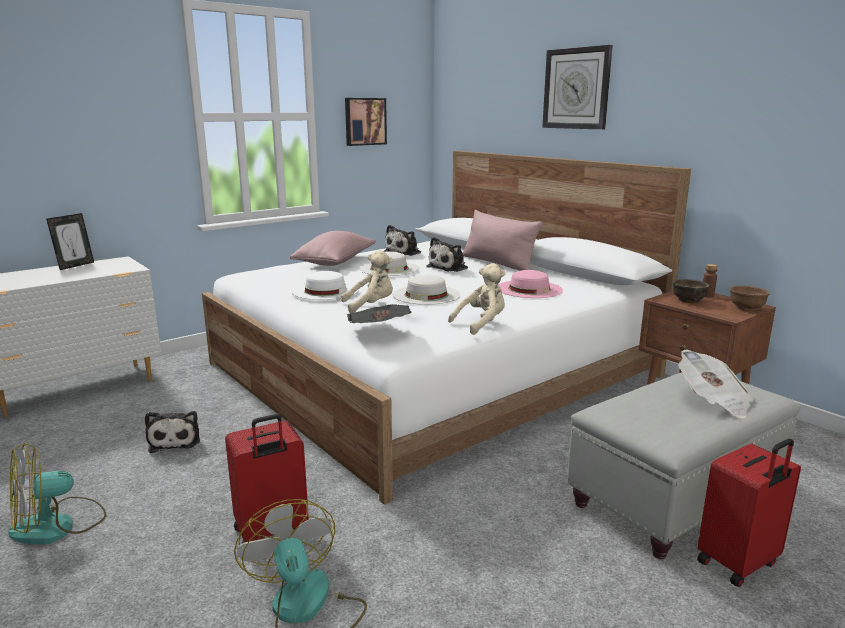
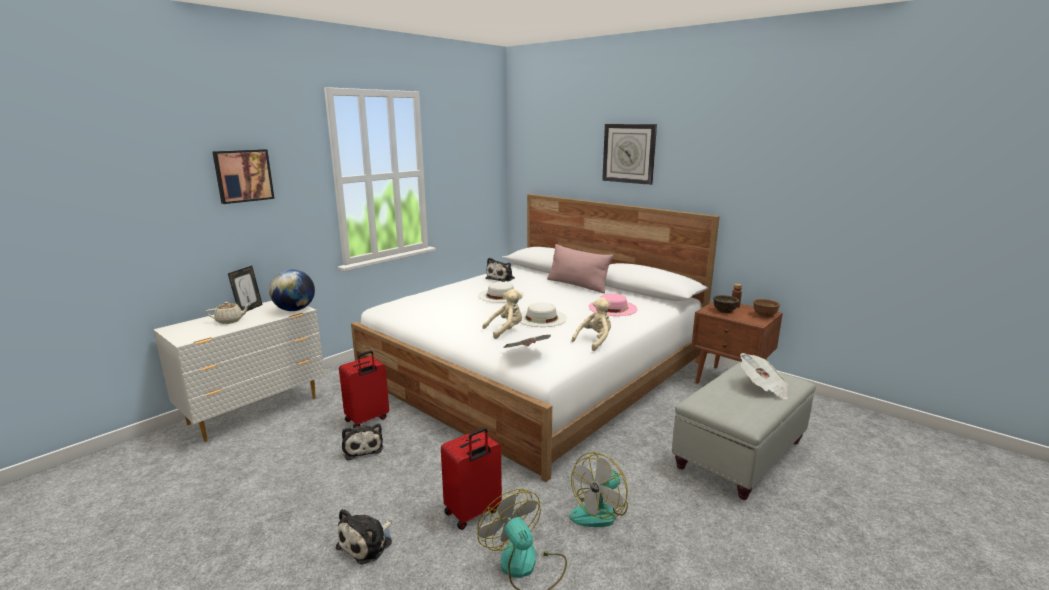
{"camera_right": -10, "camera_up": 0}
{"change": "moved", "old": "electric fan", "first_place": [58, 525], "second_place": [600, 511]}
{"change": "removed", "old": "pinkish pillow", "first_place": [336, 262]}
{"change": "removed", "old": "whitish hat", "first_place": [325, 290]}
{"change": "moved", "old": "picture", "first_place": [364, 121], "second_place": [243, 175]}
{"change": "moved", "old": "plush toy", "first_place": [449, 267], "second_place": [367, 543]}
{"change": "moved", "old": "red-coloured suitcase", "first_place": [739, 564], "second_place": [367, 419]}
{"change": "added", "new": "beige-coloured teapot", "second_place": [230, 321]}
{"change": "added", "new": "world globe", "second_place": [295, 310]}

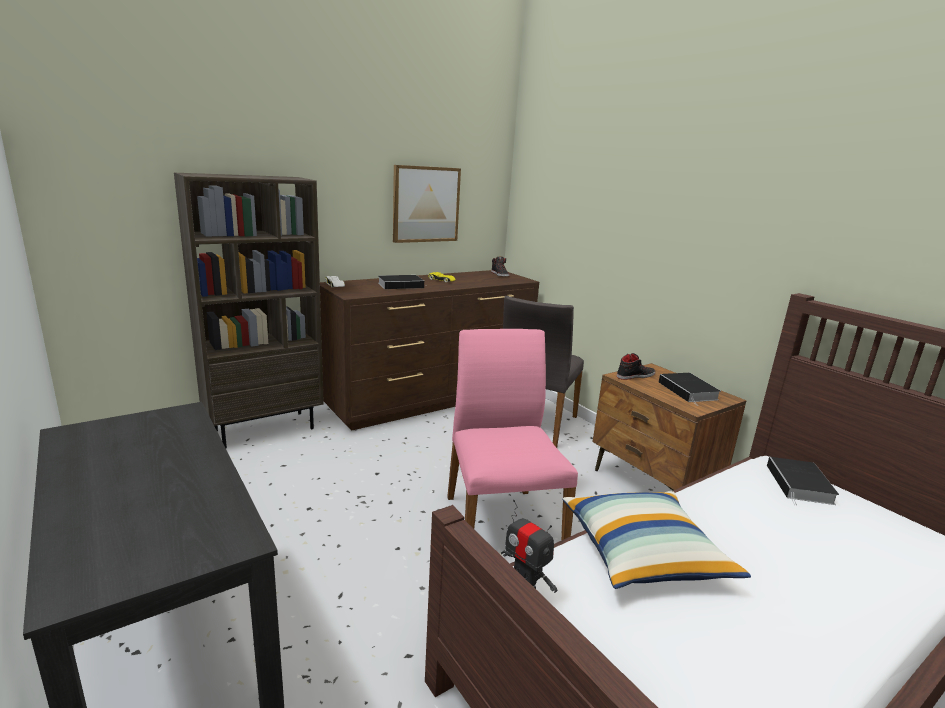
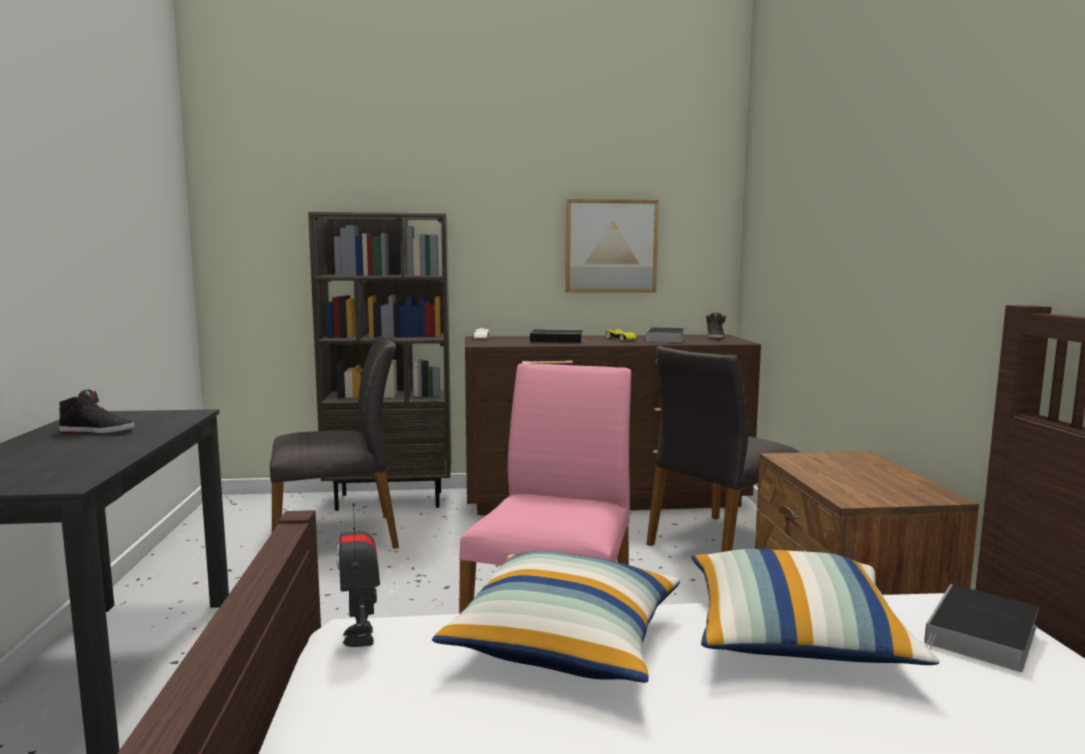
{"camera_right": 30, "camera_up": -10}
{"change": "moved", "old": "black item of footwear", "first_place": [635, 376], "second_place": [98, 431]}
{"change": "moved", "old": "book", "first_place": [689, 391], "second_place": [665, 339]}
{"change": "added", "new": "gray chair", "second_place": [337, 537]}
{"change": "added", "new": "pillow", "second_place": [794, 636]}

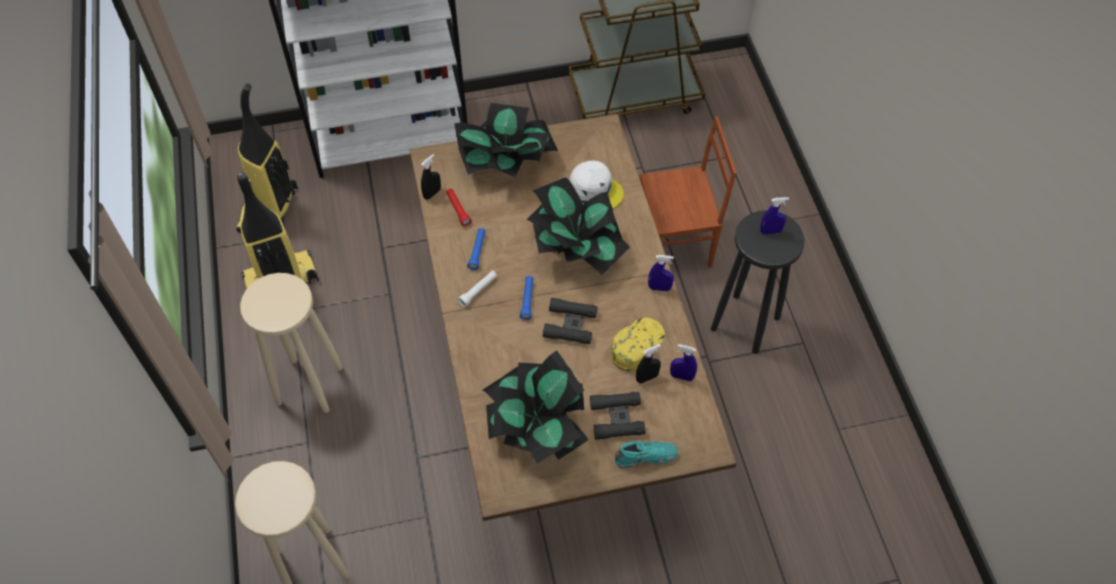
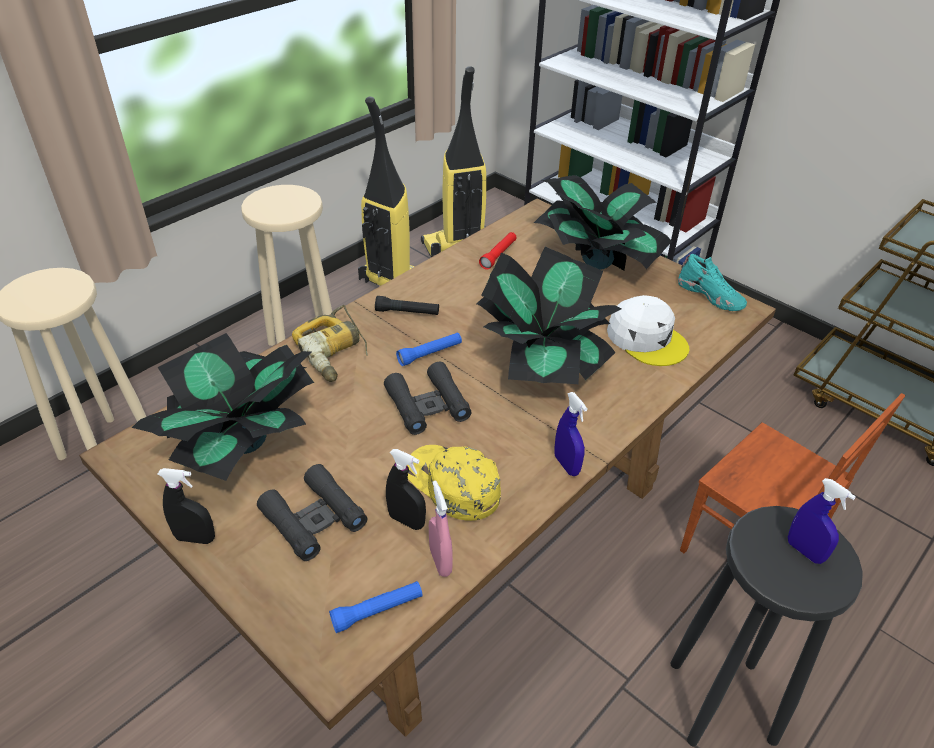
{"camera_right": 55, "camera_up": -15}
{"change": "moved", "old": "black spray bottle", "first_place": [432, 193], "second_place": [195, 538]}
{"change": "recoloured", "old": "whitish flashlight", "new": "black flashlight", "first_place": [478, 291], "second_place": [407, 312]}
{"change": "moved", "old": "blue flashlight", "first_place": [477, 251], "second_place": [377, 611]}
{"change": "turned", "old": "whitish baseball cap", "first_place": [595, 189], "second_place": [647, 339], "degrees": -45}
{"change": "turned", "old": "yellow-coloured baseball cap", "first_place": [636, 345], "second_place": [451, 484], "degrees": -135}
{"change": "moved", "old": "turquoise item of footwear", "first_place": [645, 456], "second_place": [711, 295]}
{"change": "recoloured", "old": "blue spray bottle", "new": "pinkish spray bottle", "first_place": [681, 376], "second_place": [440, 561]}
{"change": "added", "new": "drill", "second_place": [335, 351]}

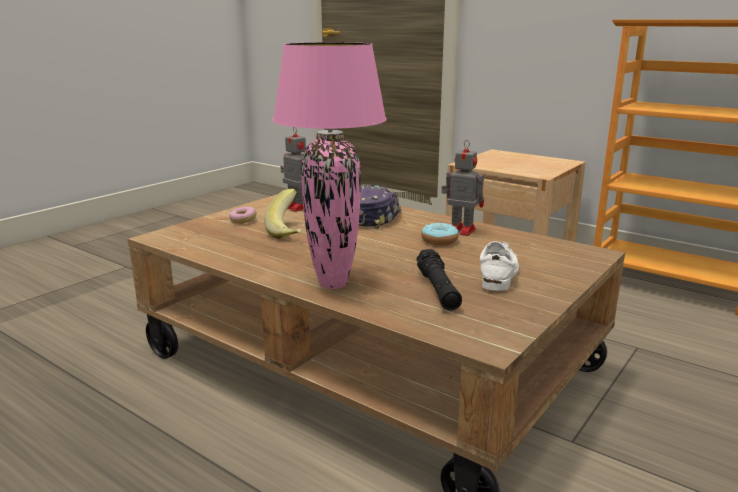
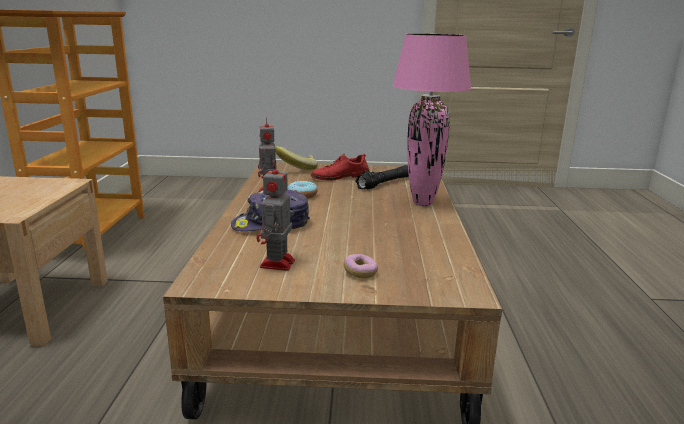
{"camera_right": -125, "camera_up": 0}
{"change": "moved", "old": "banana fruit", "first_place": [290, 231], "second_place": [297, 169]}
{"change": "recoloured", "old": "whitish item of footwear", "new": "red-coloured item of footwear", "first_place": [498, 274], "second_place": [340, 177]}

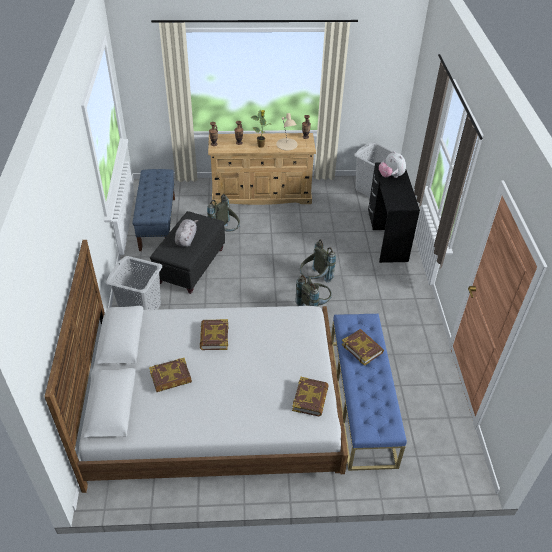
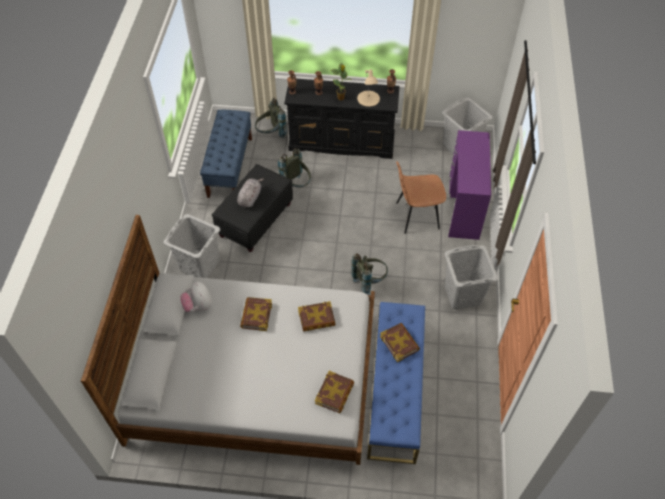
{"camera_right": 10, "camera_up": 10}
{"change": "moved", "old": "book", "first_place": [171, 377], "second_place": [316, 318]}
{"change": "recoloured", "old": "beige-coloured chest of drawers", "new": "black chest of drawers", "first_place": [262, 194], "second_place": [342, 142]}
{"change": "moved", "old": "gray knapsack", "first_place": [315, 279], "second_place": [271, 134]}
{"change": "recoloured", "old": "black desk unit", "new": "purplish desk unit", "first_place": [387, 236], "second_place": [464, 207]}
{"change": "moved", "old": "plush toy", "first_place": [390, 176], "second_place": [198, 305]}
{"change": "added", "new": "brown-coloured chair", "second_place": [416, 216]}
{"change": "added", "new": "gray laundry basket", "second_place": [463, 295]}

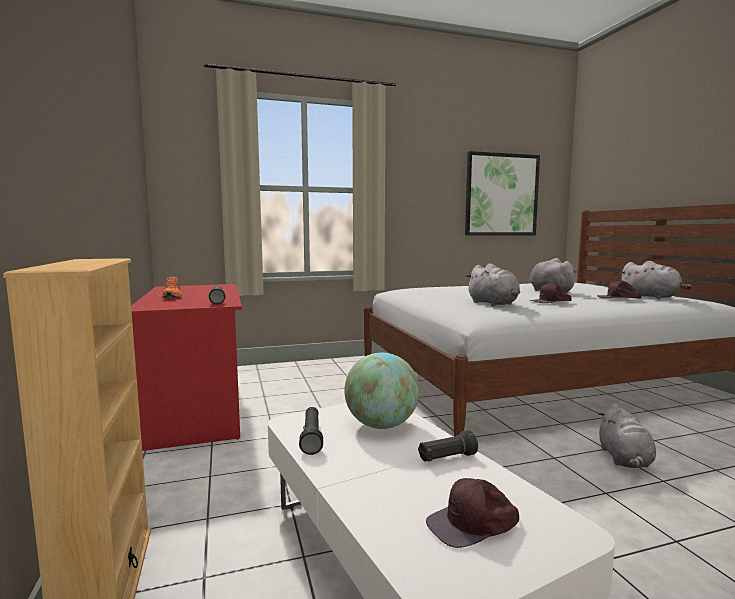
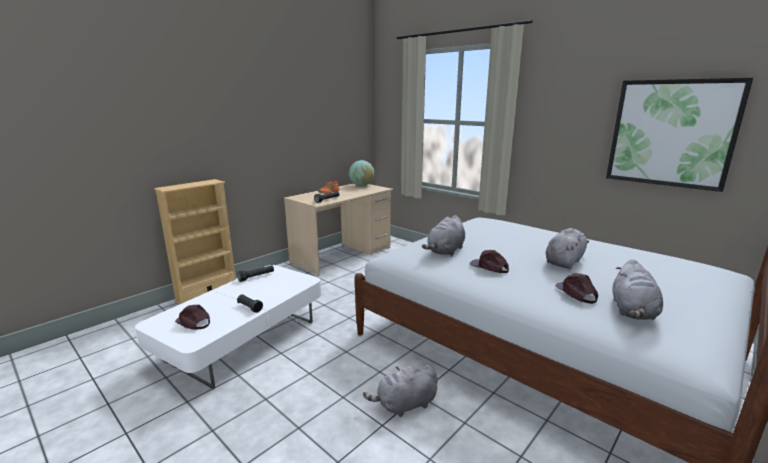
{"camera_right": 60, "camera_up": 10}
{"change": "recoloured", "old": "red-coloured desk unit", "new": "beige-coloured desk unit", "first_place": [196, 408], "second_place": [342, 255]}
{"change": "moved", "old": "world globe", "first_place": [381, 425], "second_place": [361, 186]}

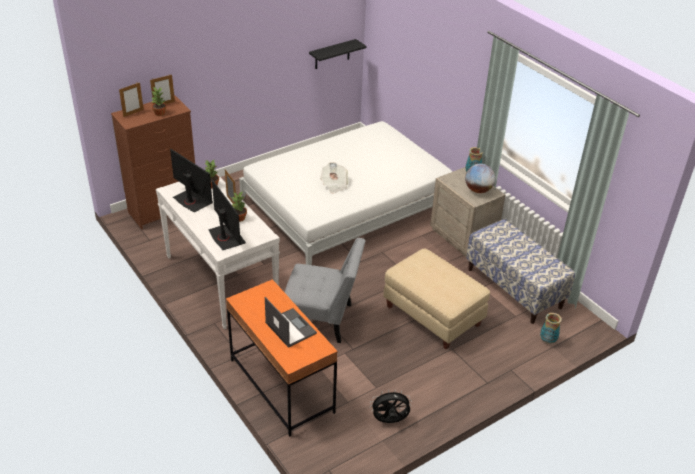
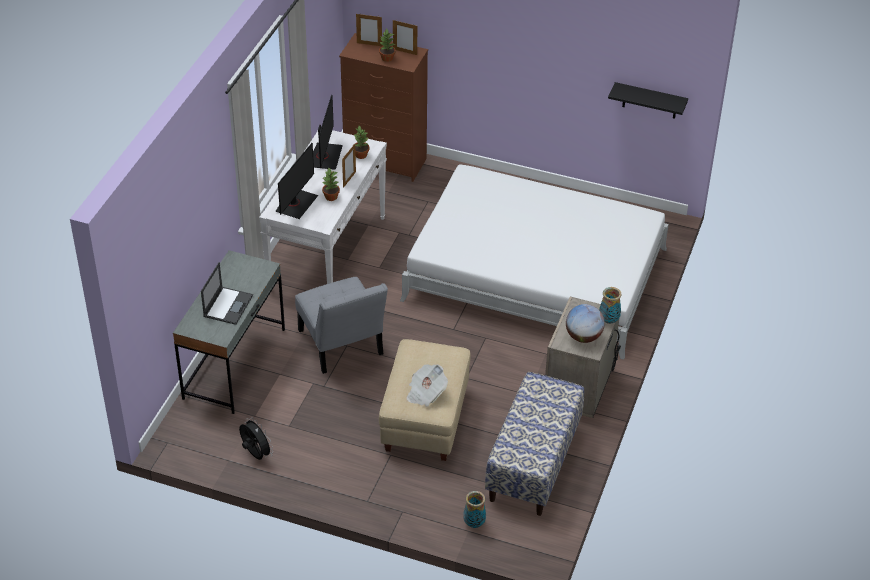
{"camera_right": 55, "camera_up": 5}
{"change": "recoloured", "old": "orangey desk unit", "new": "gray desk unit", "first_place": [281, 386], "second_place": [235, 364]}
{"change": "moved", "old": "daily paper", "first_place": [334, 184], "second_place": [425, 393]}

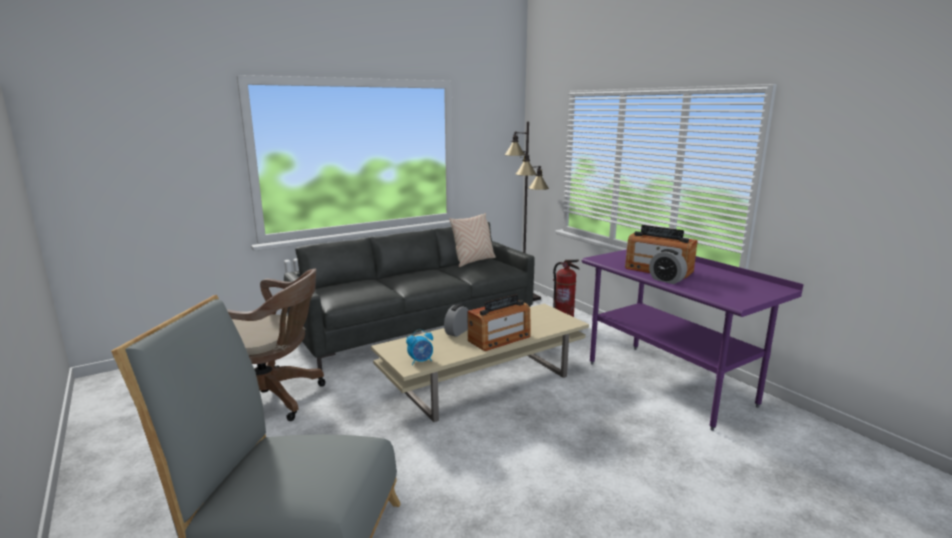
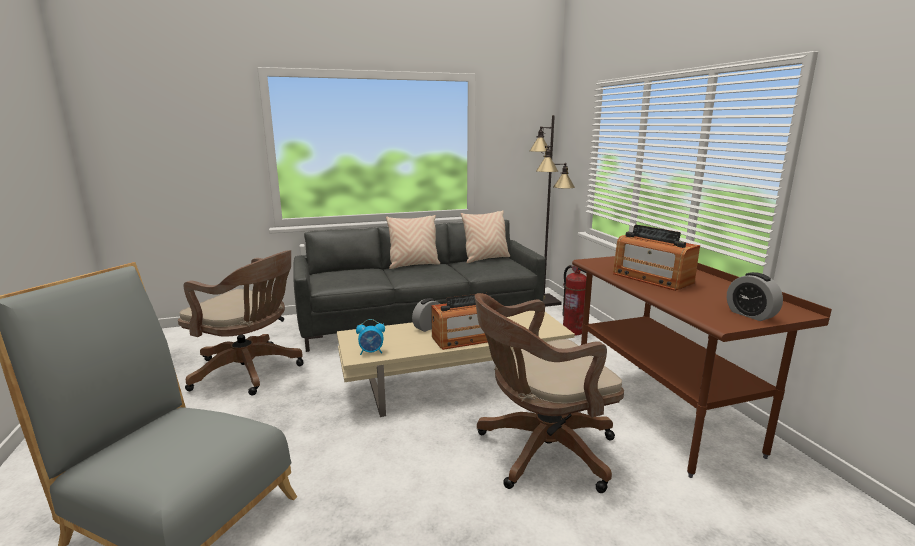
{"camera_right": 15, "camera_up": 0}
{"change": "recoloured", "old": "purplish desk unit", "new": "brown-coloured desk unit", "first_place": [668, 383], "second_place": [661, 412]}
{"change": "moved", "old": "table clock", "first_place": [666, 280], "second_place": [750, 315]}
{"change": "added", "new": "beige-coloured pillow", "second_place": [413, 265]}
{"change": "added", "new": "brown-coloured office chair", "second_place": [540, 451]}

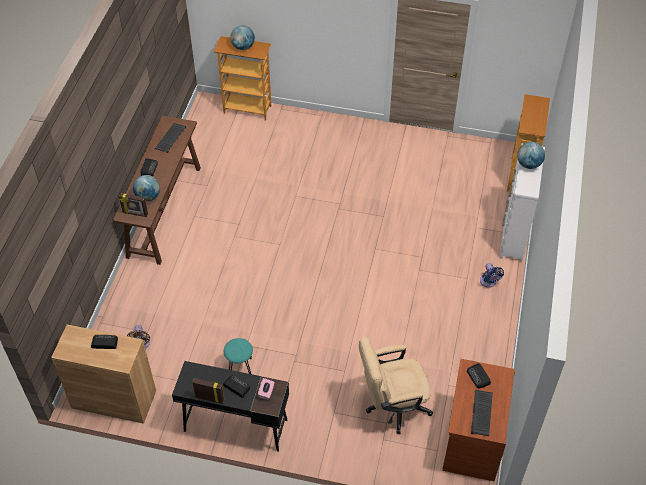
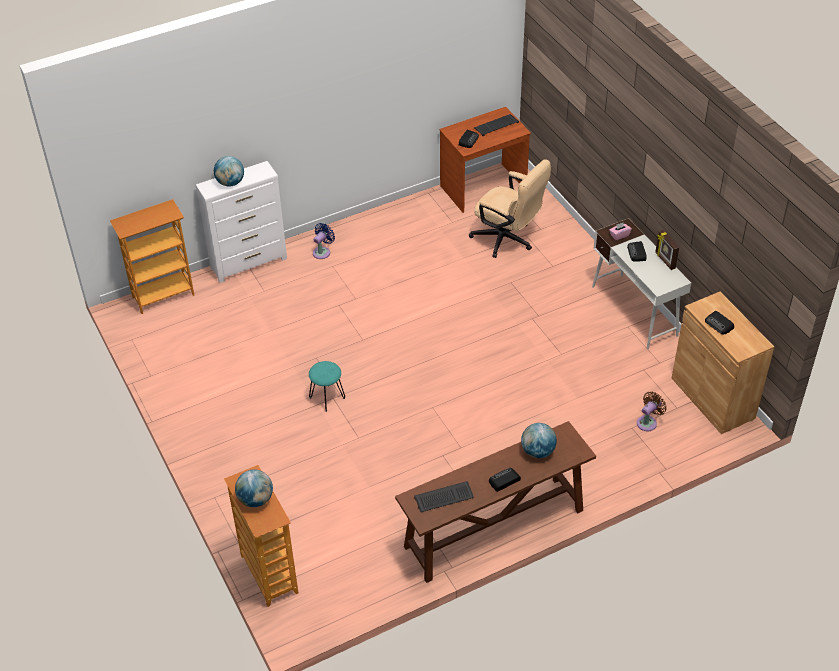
{"camera_right": -130, "camera_up": -5}
{"change": "removed", "old": "photo frame", "first_place": [135, 214]}
{"change": "recoloured", "old": "black desk unit", "new": "whitish desk unit", "first_place": [235, 425], "second_place": [634, 311]}
{"change": "moved", "old": "turquoise stool seat", "first_place": [240, 368], "second_place": [327, 397]}

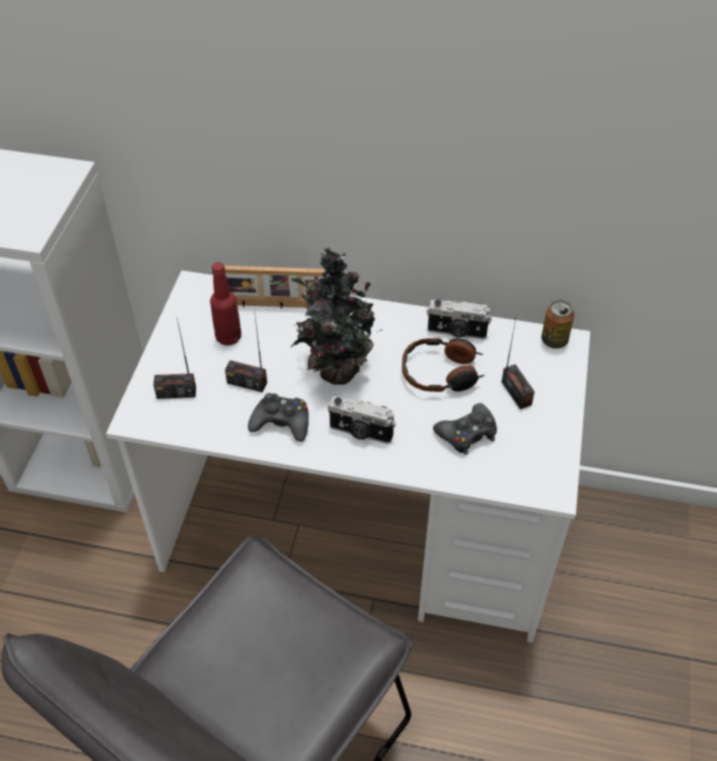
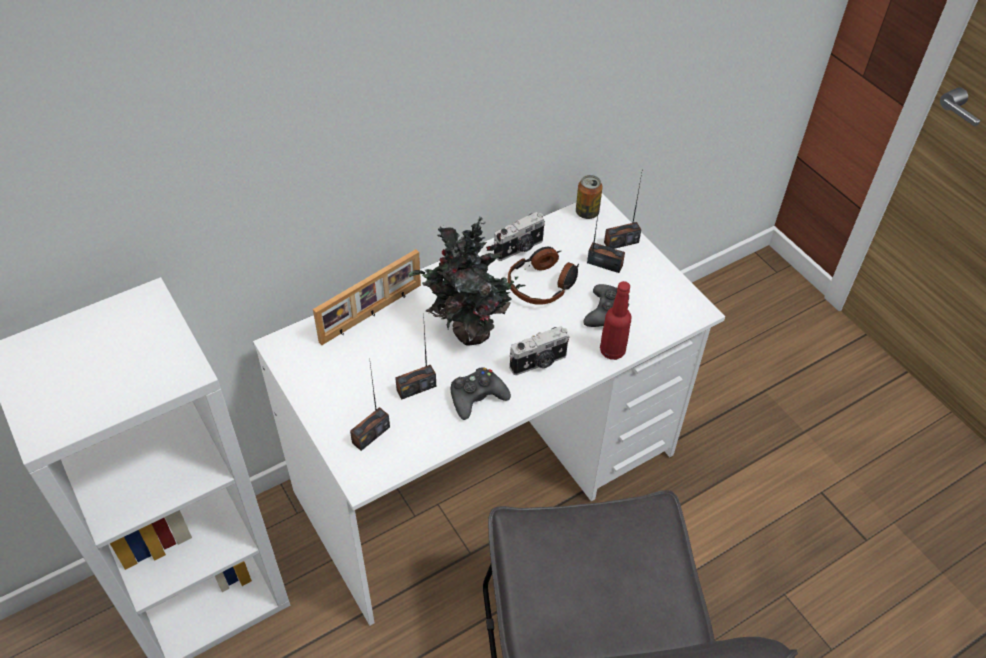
{"camera_right": -45, "camera_up": 0}
{"change": "moved", "old": "red-coloured beverage bottle", "first_place": [228, 337], "second_place": [612, 351]}
{"change": "added", "new": "radio set", "second_place": [621, 242]}

